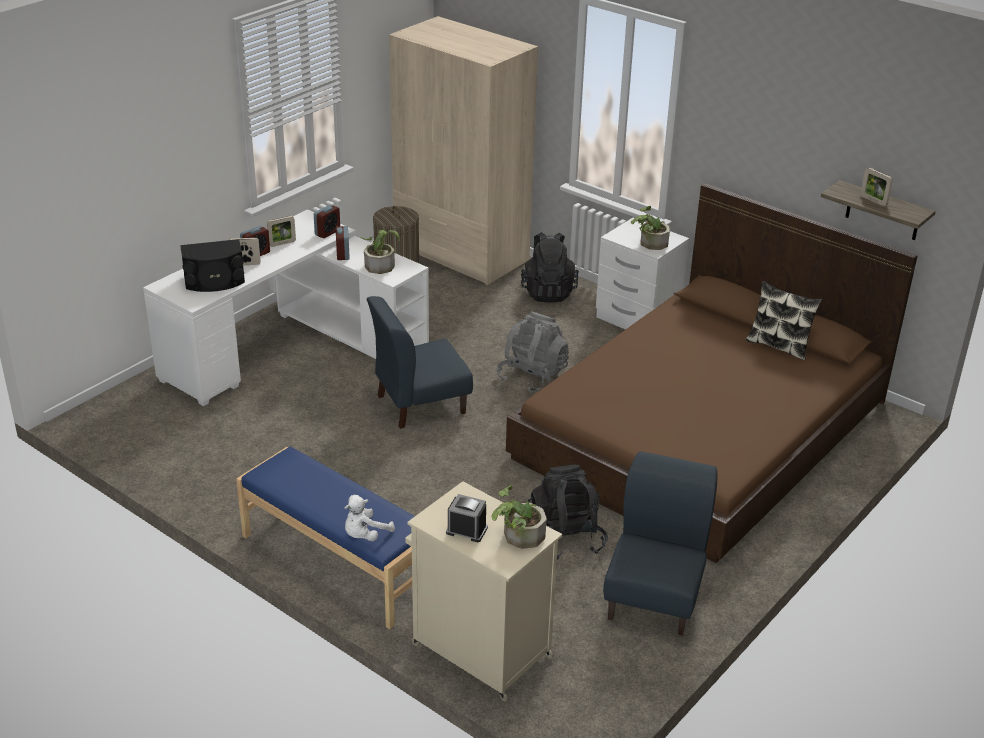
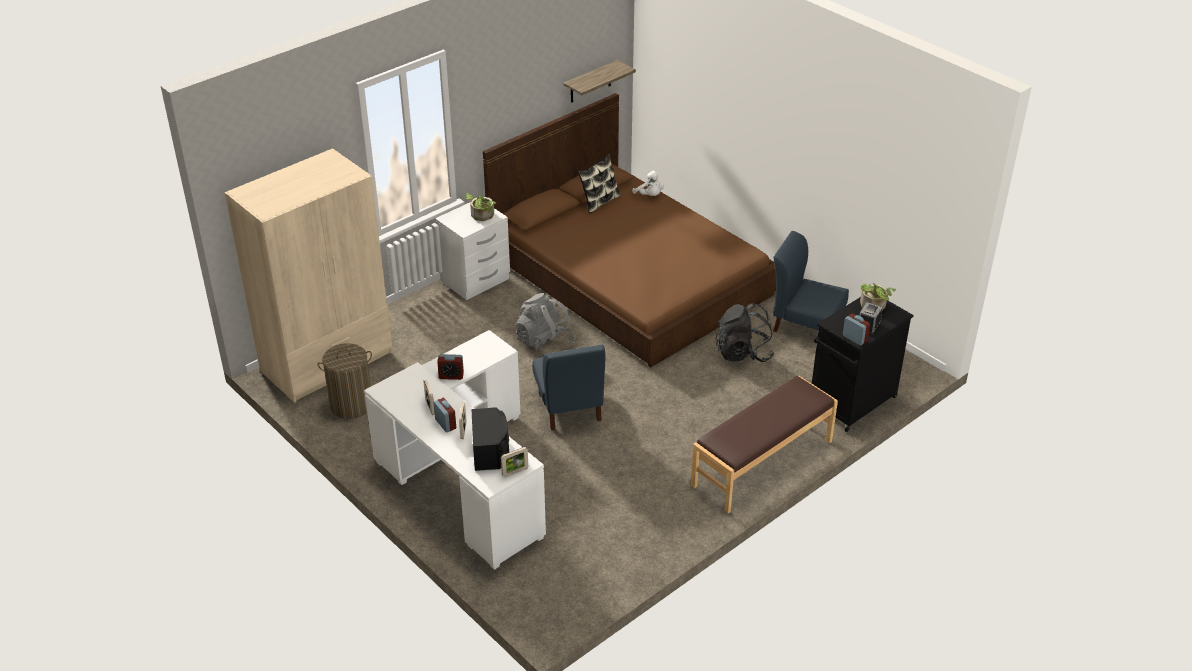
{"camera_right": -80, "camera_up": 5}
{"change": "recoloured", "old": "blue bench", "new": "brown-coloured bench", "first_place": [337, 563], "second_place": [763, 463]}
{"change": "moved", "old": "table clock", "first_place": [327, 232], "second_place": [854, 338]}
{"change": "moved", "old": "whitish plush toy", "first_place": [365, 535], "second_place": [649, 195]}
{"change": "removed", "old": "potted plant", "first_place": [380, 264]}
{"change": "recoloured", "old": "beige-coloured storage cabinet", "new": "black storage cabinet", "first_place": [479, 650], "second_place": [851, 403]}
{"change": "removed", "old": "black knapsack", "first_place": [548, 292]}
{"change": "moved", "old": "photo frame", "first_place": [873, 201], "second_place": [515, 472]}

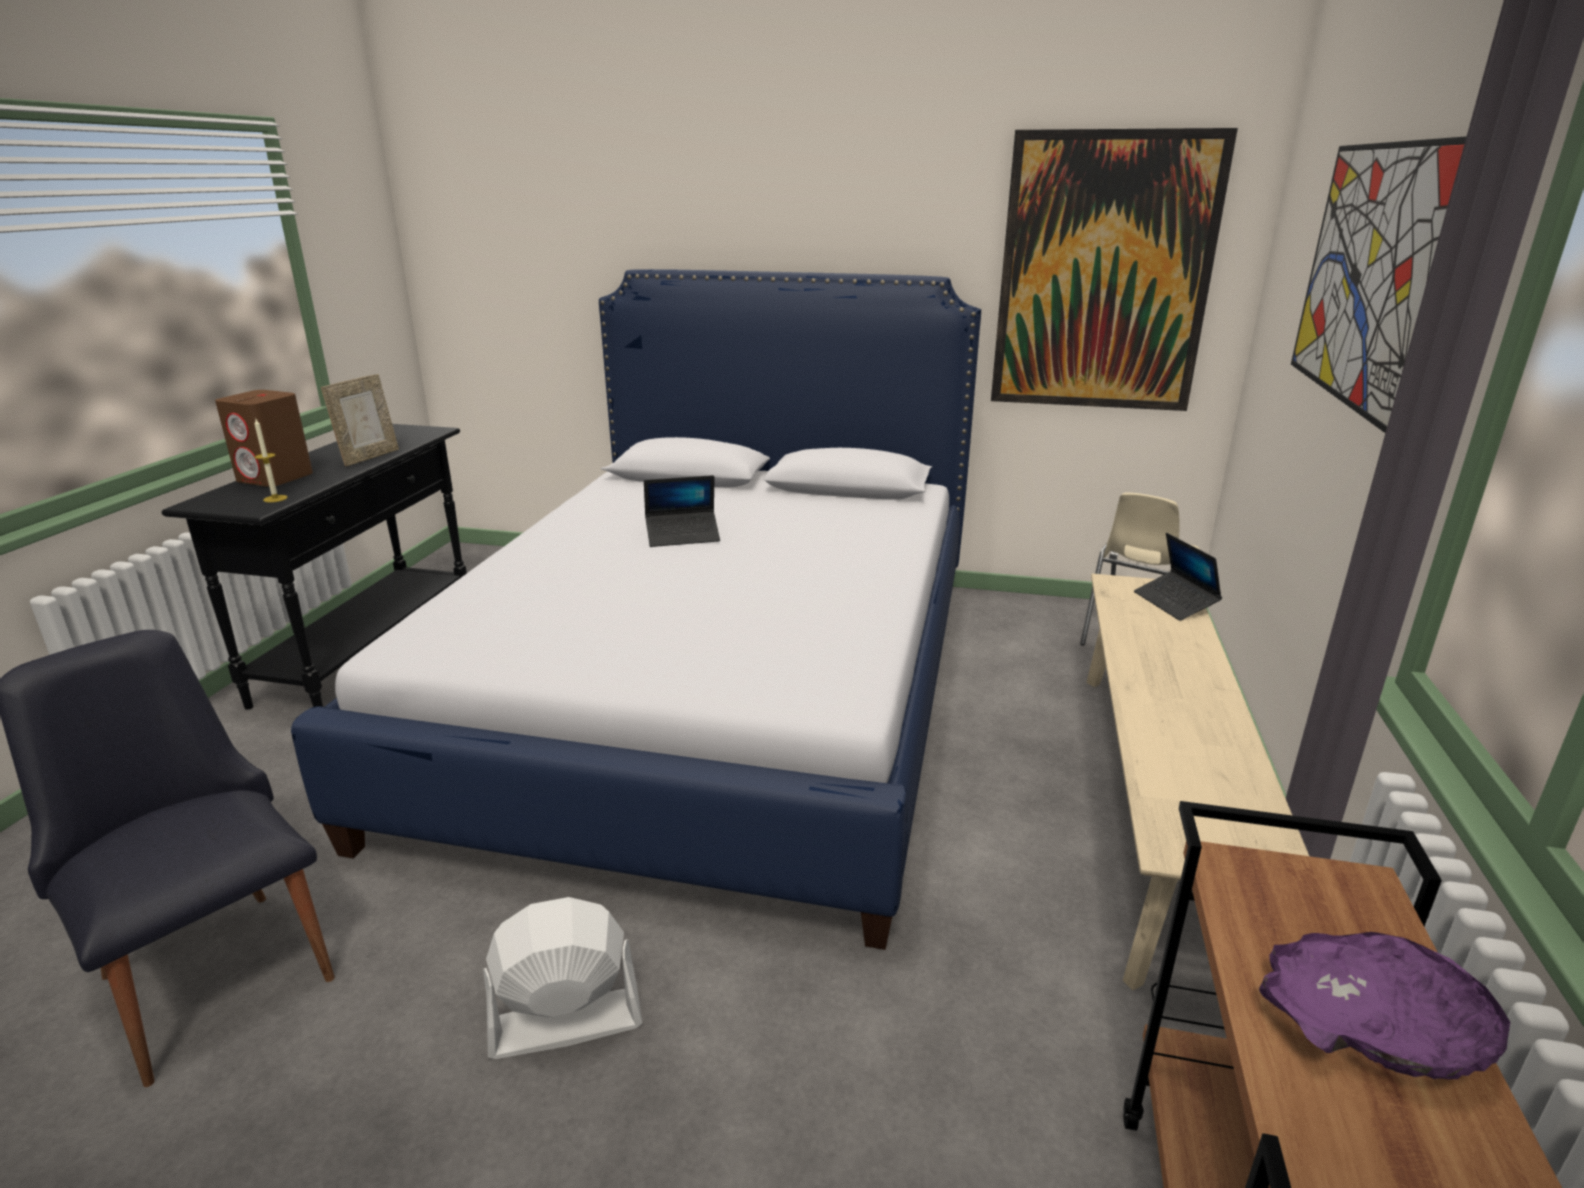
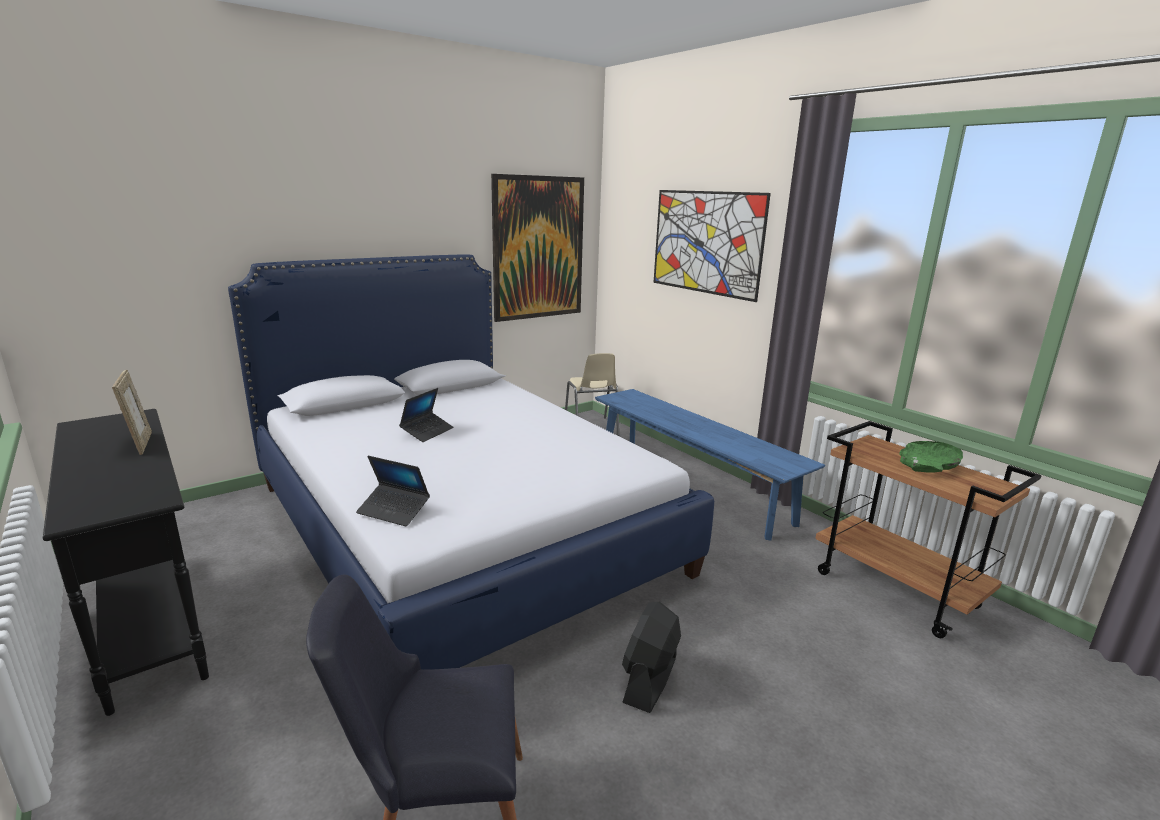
{"camera_right": -50, "camera_up": -5}
{"change": "removed", "old": "brown-coloured audio speaker", "first_place": [276, 478]}
{"change": "removed", "old": "wax light", "first_place": [275, 498]}
{"change": "recoloured", "old": "whitish electric fan", "new": "black electric fan", "first_place": [565, 1023], "second_place": [650, 680]}
{"change": "recoloured", "old": "beige-coloured bench", "new": "blue bench", "first_place": [1152, 805], "second_place": [690, 484]}
{"change": "moved", "old": "laptop", "first_place": [1175, 603], "second_place": [394, 511]}
{"change": "recoloured", "old": "purplish serving bowl", "new": "green-coloured serving bowl", "first_place": [1370, 1026], "second_place": [927, 466]}

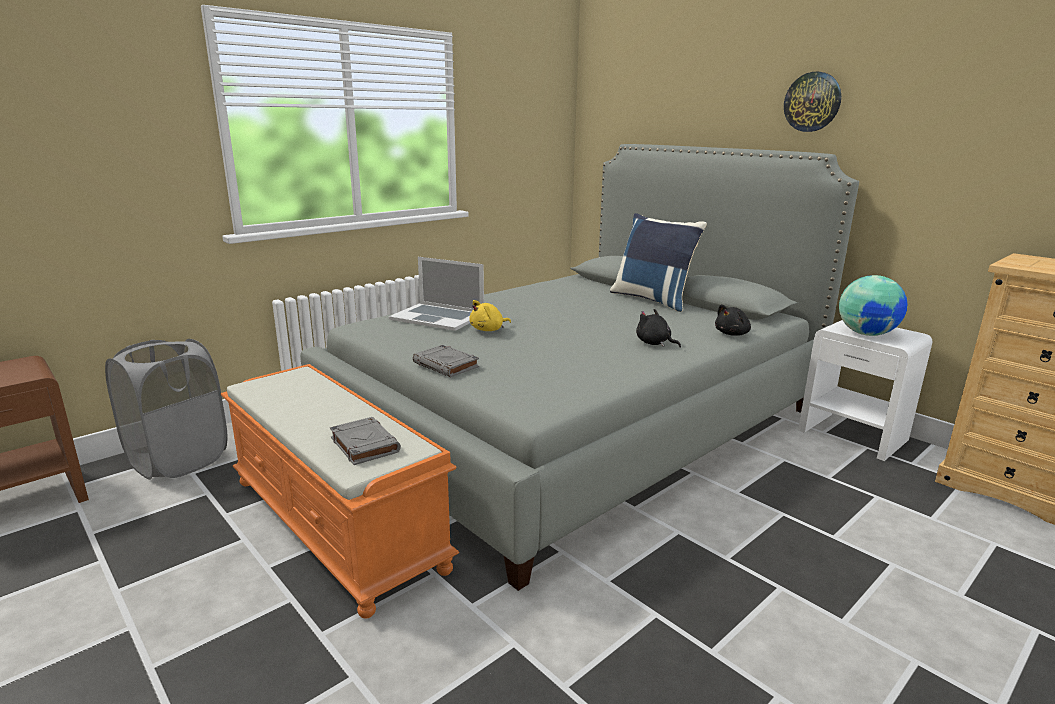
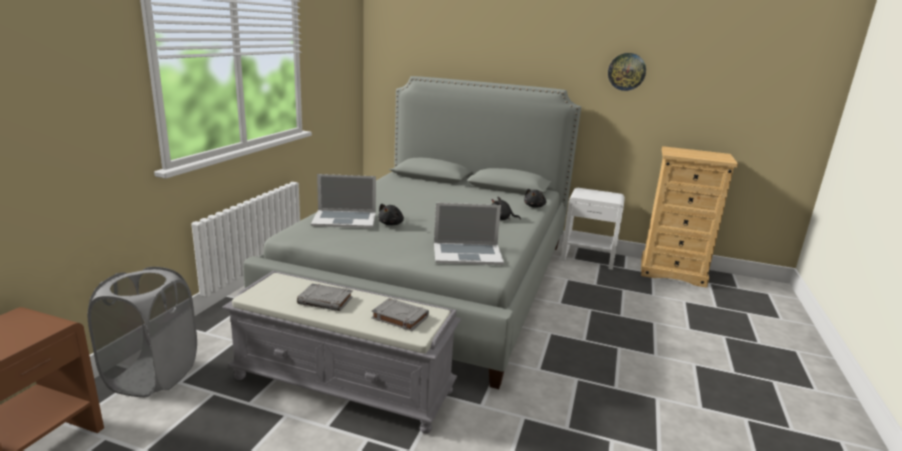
{"camera_right": -30, "camera_up": 0}
{"change": "recoloured", "old": "orangey bench", "new": "gray bench", "first_place": [338, 523], "second_place": [345, 384]}
{"change": "moved", "old": "gray book", "first_place": [446, 365], "second_place": [326, 301]}
{"change": "recoloured", "old": "yellow-coloured plush toy", "new": "black plush toy", "first_place": [488, 330], "second_place": [391, 224]}
{"change": "removed", "old": "blue pillow", "first_place": [653, 299]}
{"change": "moved", "old": "clock on the wall", "first_place": [812, 102], "second_place": [626, 71]}
{"change": "removed", "old": "world globe", "first_place": [866, 334]}
{"change": "added", "new": "laptop", "second_place": [467, 253]}

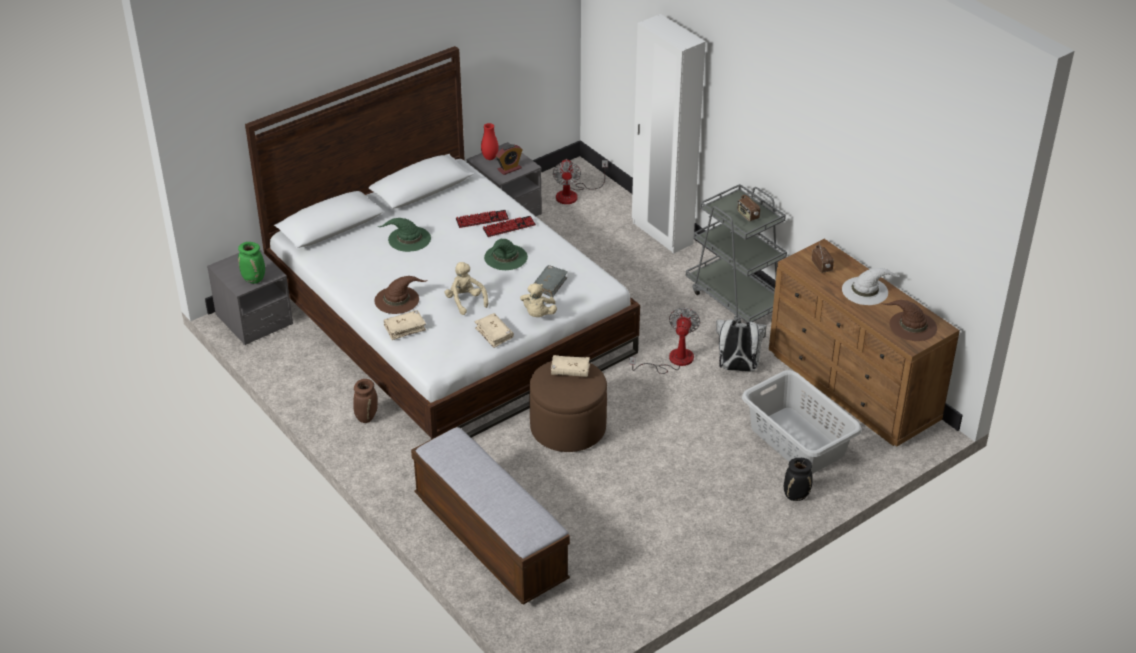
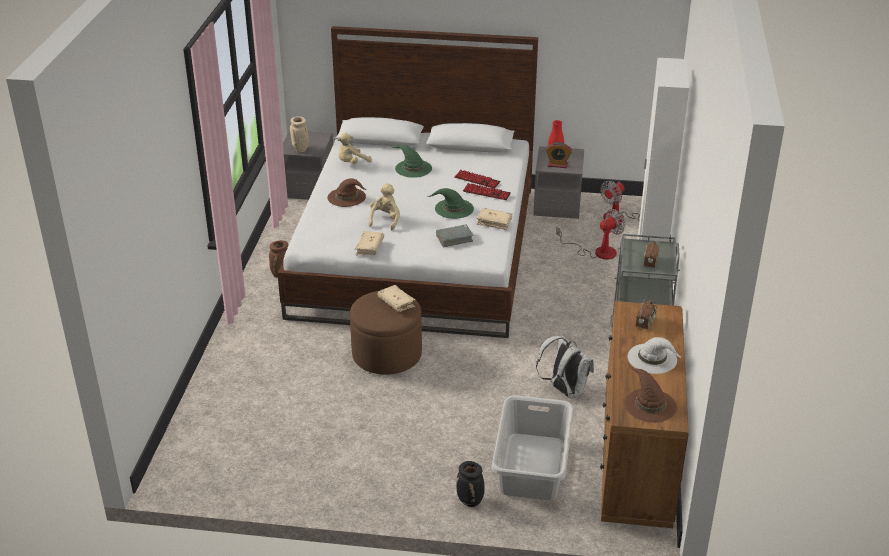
{"camera_right": 45, "camera_up": -5}
{"change": "recoloured", "old": "green-coloured decorative vase", "new": "beige-coloured decorative vase", "first_place": [254, 279], "second_place": [301, 150]}
{"change": "moved", "old": "beige-coloured book", "first_place": [405, 328], "second_place": [494, 222]}
{"change": "removed", "old": "bench", "first_place": [490, 539]}
{"change": "moved", "old": "beige-coloured plush toy", "first_place": [538, 314], "second_place": [352, 163]}
{"change": "moved", "old": "electric fan", "first_place": [672, 360], "second_place": [597, 252]}

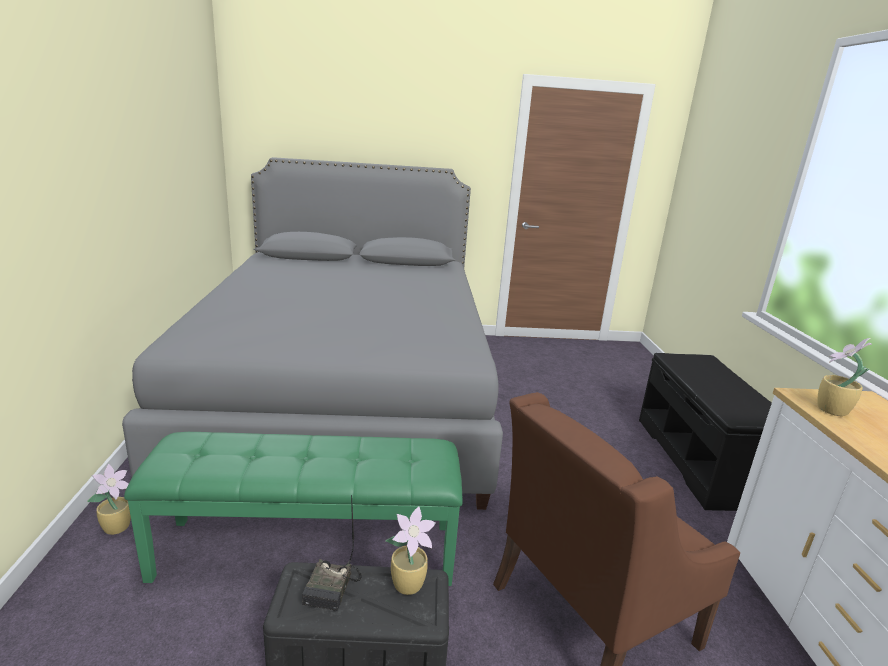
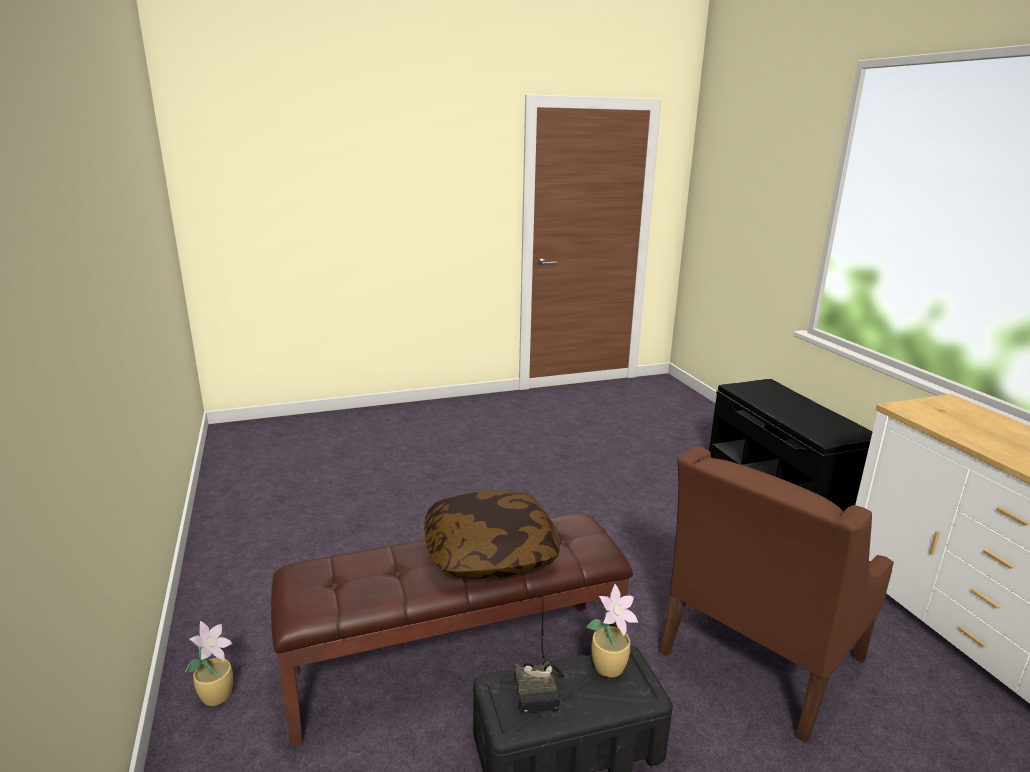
{"camera_right": -15, "camera_up": 0}
{"change": "removed", "old": "gray bedroom bed", "first_place": [346, 395]}
{"change": "recoloured", "old": "green-coloured bench", "new": "brown-coloured bench", "first_place": [309, 550], "second_place": [456, 664]}
{"change": "removed", "old": "potted plant", "first_place": [831, 410]}
{"change": "added", "new": "pillow", "second_place": [490, 553]}

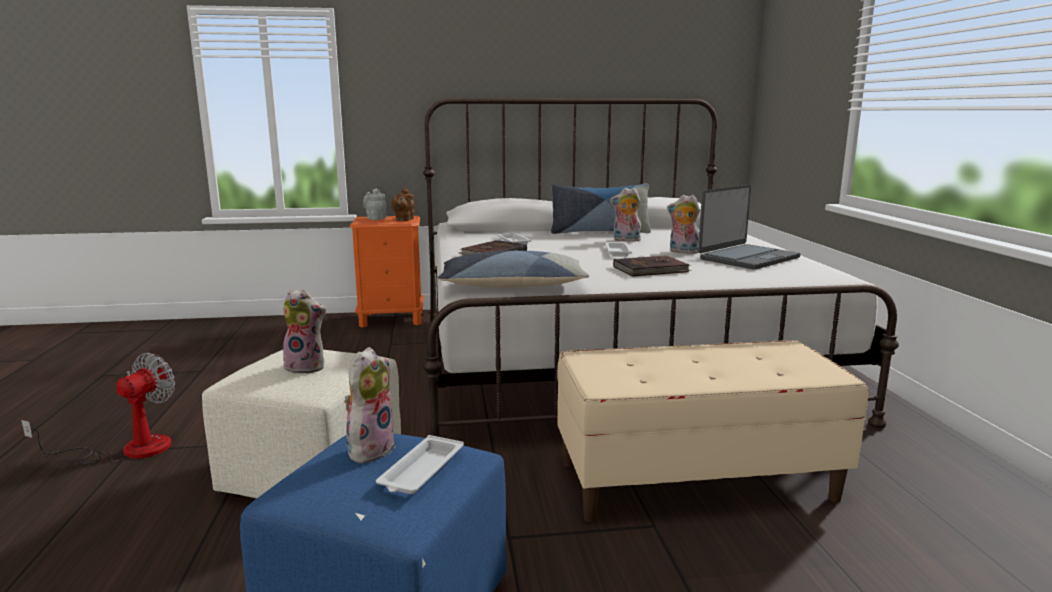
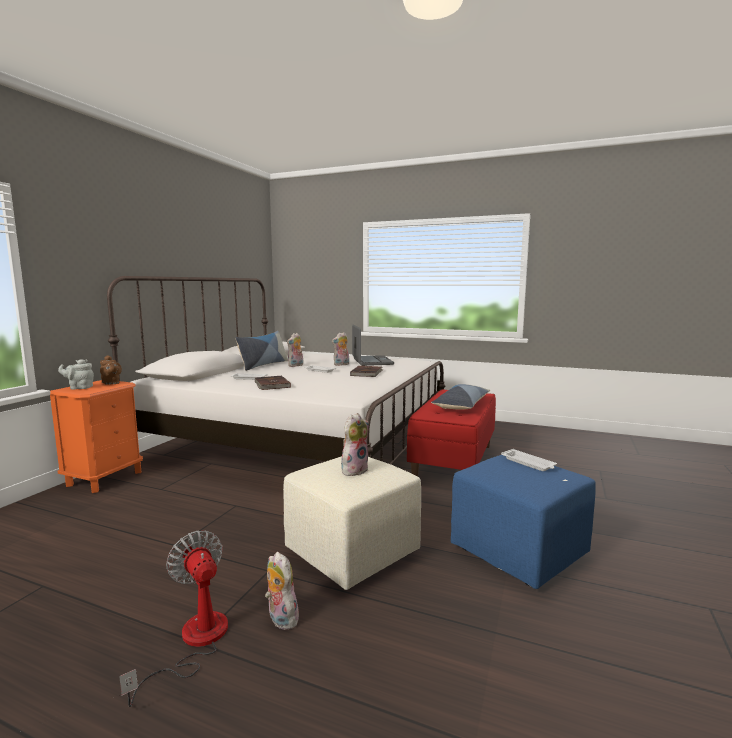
{"camera_right": -60, "camera_up": -5}
{"change": "moved", "old": "plush toy", "first_place": [370, 449], "second_place": [280, 618]}
{"change": "moved", "old": "pillow", "first_place": [512, 286], "second_place": [461, 405]}
{"change": "recoloured", "old": "beige-coloured bench", "new": "red-coloured bench", "first_place": [695, 480], "second_place": [453, 462]}

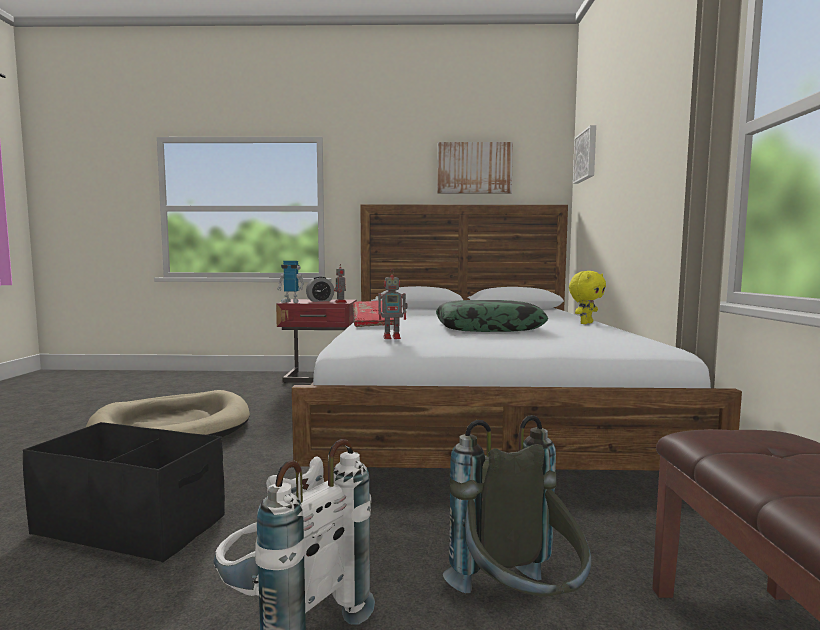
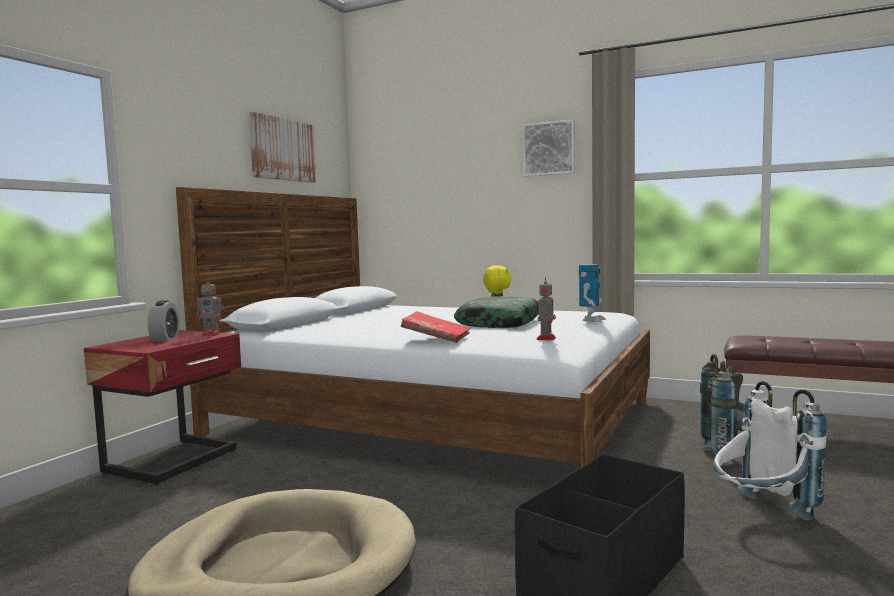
{"camera_right": -65, "camera_up": 0}
{"change": "moved", "old": "toy robot", "first_place": [291, 302], "second_place": [592, 320]}
{"change": "moved", "old": "picture", "first_place": [586, 155], "second_place": [549, 149]}

